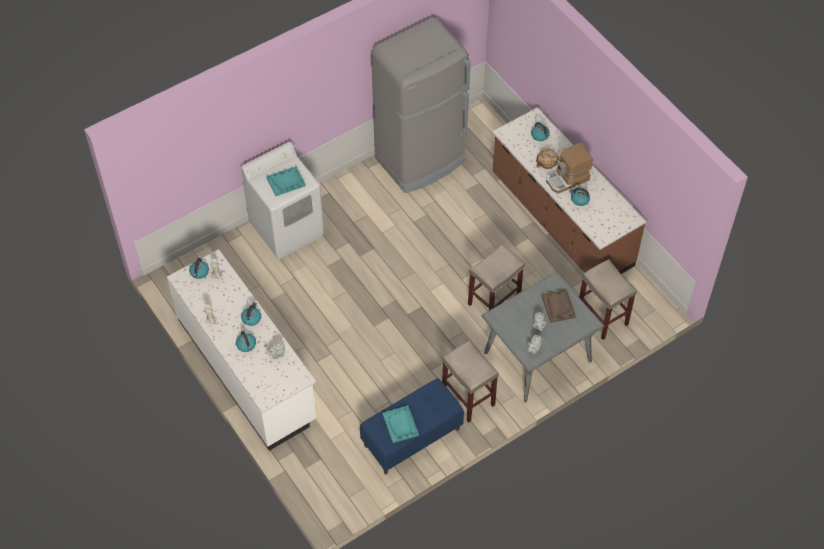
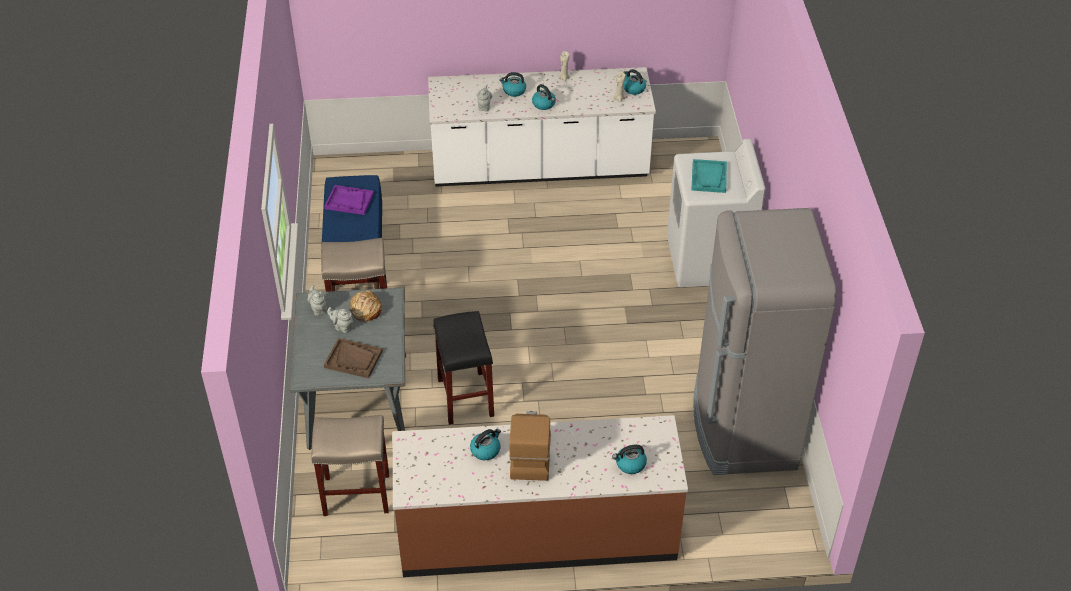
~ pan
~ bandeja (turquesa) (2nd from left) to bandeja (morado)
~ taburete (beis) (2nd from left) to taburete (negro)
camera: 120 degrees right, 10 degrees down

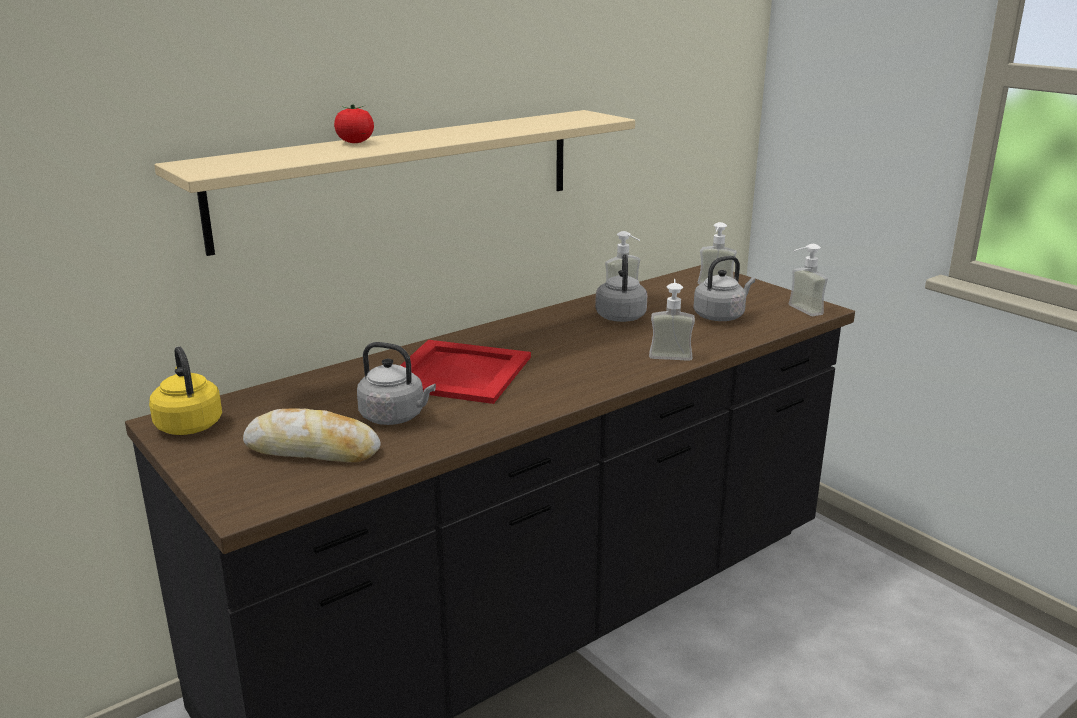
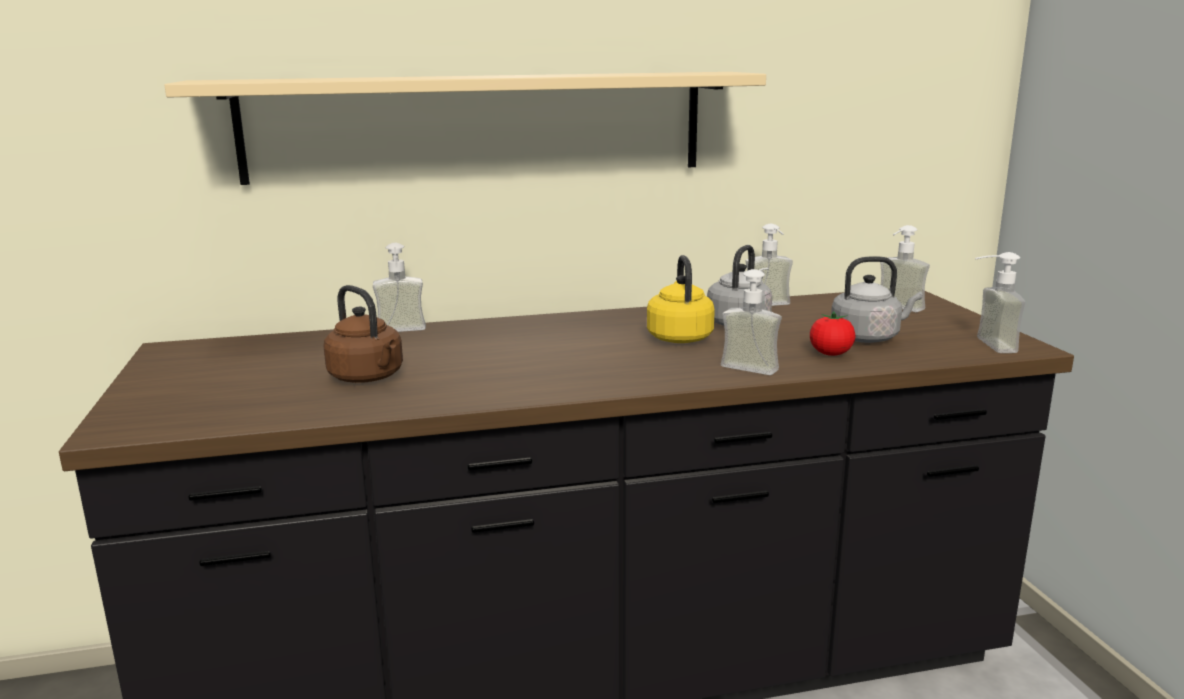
- pan
- bandeja (rojo)
+ dispensador de jabón (1st from left)
~ hervidor (amarillo)
~ tomate
~ hervidor (gris) (1st from left) to hervidor (marrón)
camera: 25 degrees right, 5 degrees down

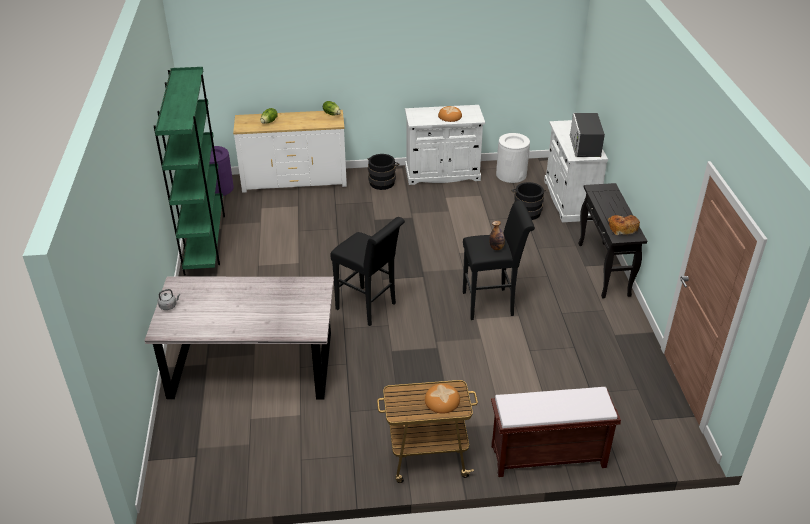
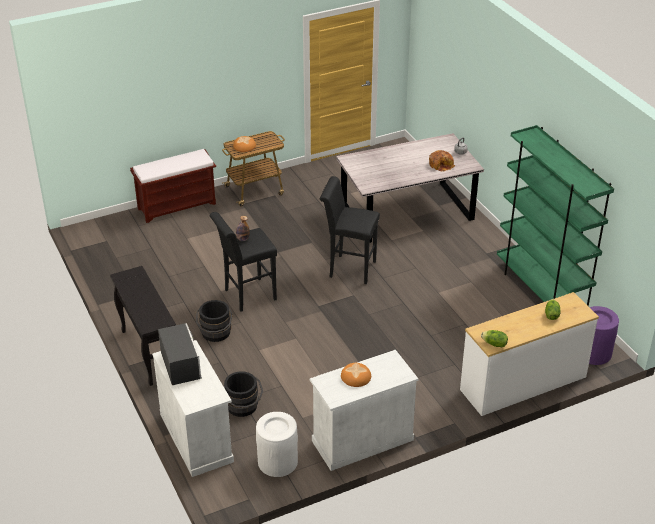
~ cubo (negro) (1st from left)
~ pan (3rd from left)
camera: 160 degrees right, 0 degrees up

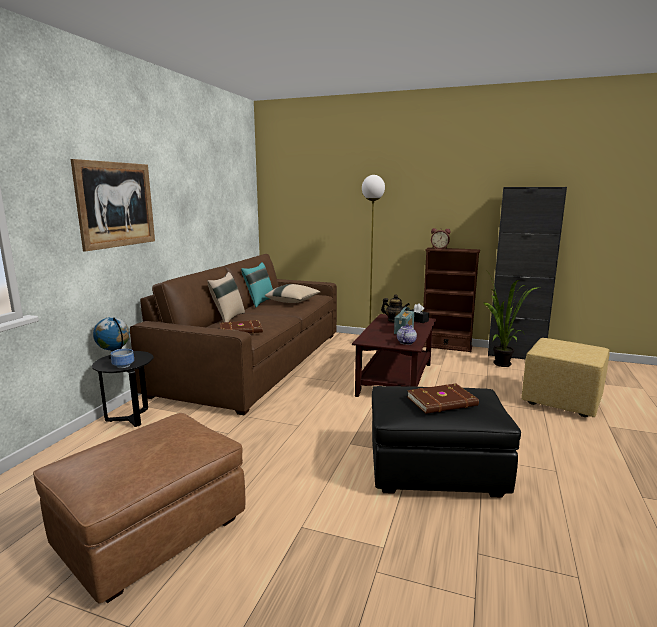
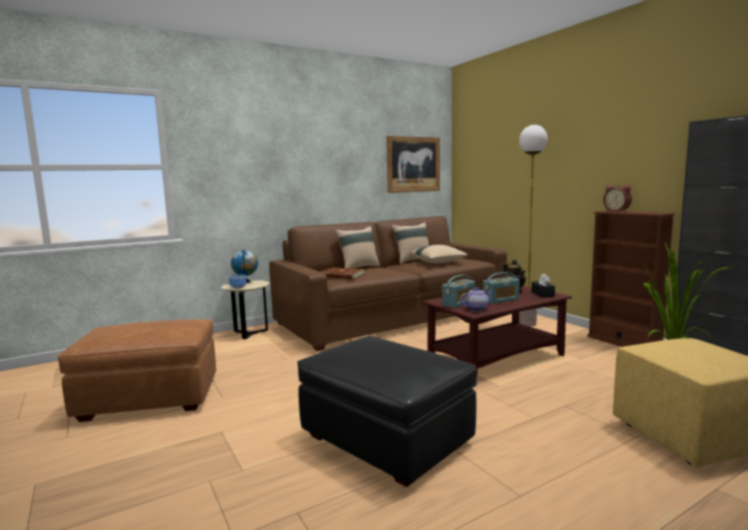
- libro (marrón) (2nd from left)
+ radio (1st from left)
~ cuadro
~ mesa auxiliar (negro) to mesa auxiliar (beis)
~ cojín (turquesa) to cojín (beis) (2nd from left)
camera: 40 degrees right, 5 degrees down

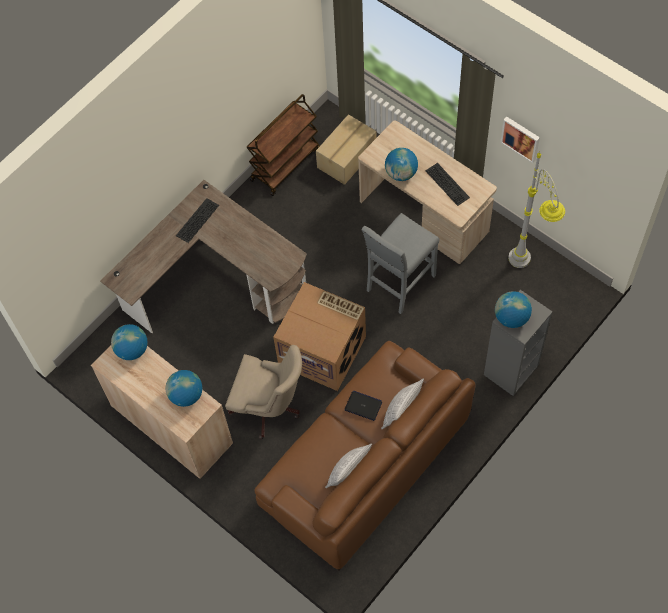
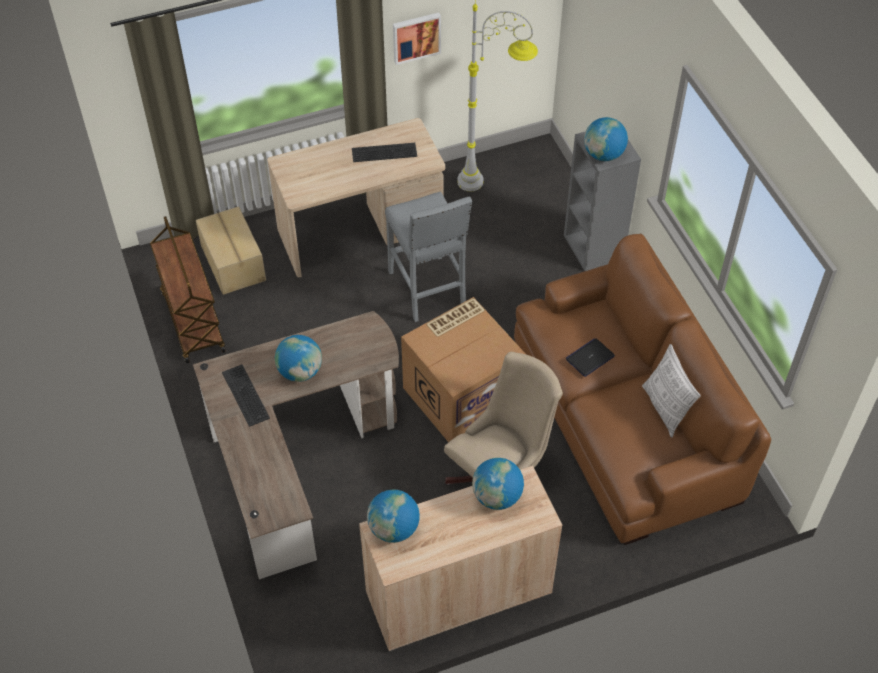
- cojín (2nd from left)
~ globo terráqueo (3rd from left in the first image) to globo terráqueo (1st from left)
camera: 65 degrees left, 10 degrees down

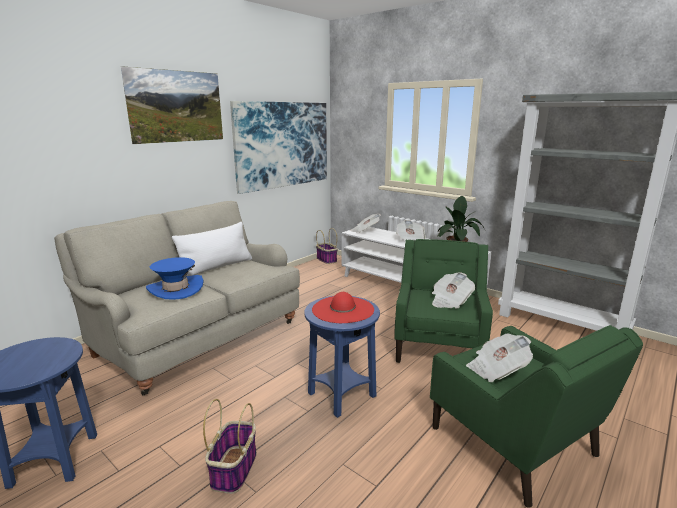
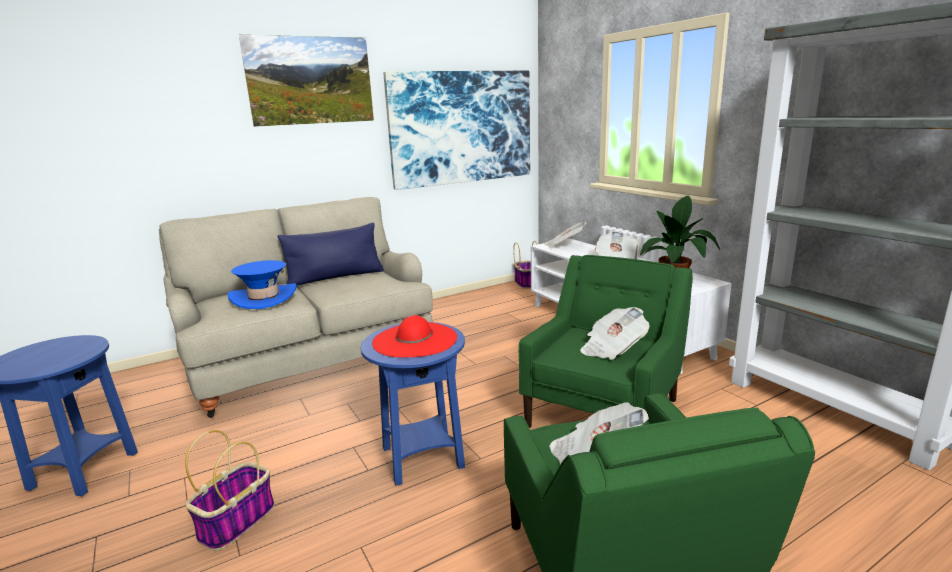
~ cojín (blanco) to cojín (azul)
camera: 20 degrees right, 0 degrees up

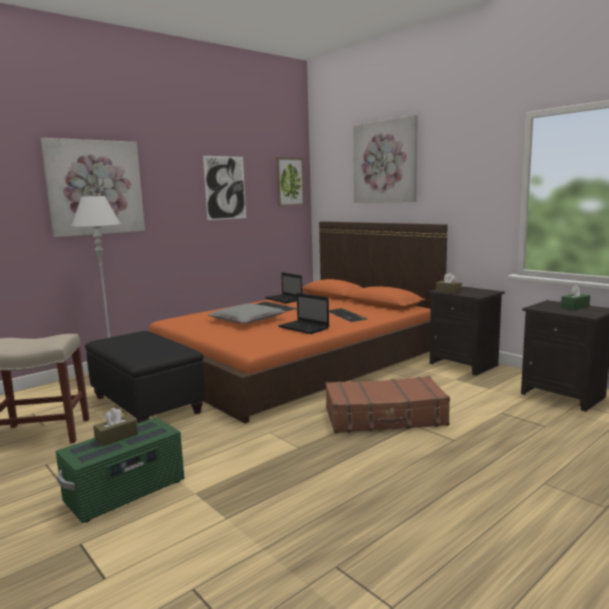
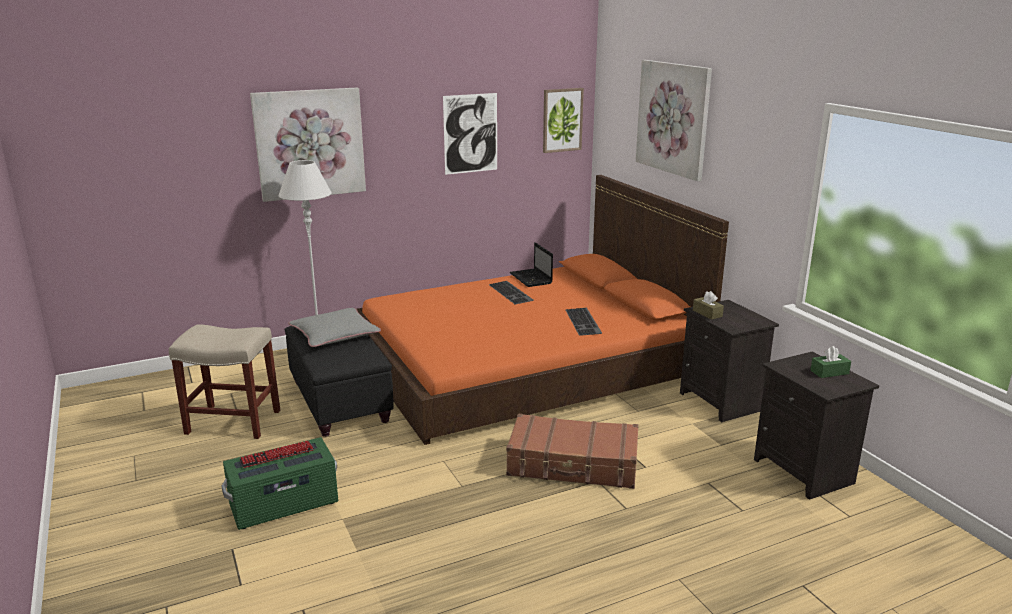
- portátil (2nd from left)
~ cojín (gris)
~ caja de pañuelos (marrón) (1st from left) to teclado (1st from left)
camera: 15 degrees right, 10 degrees up

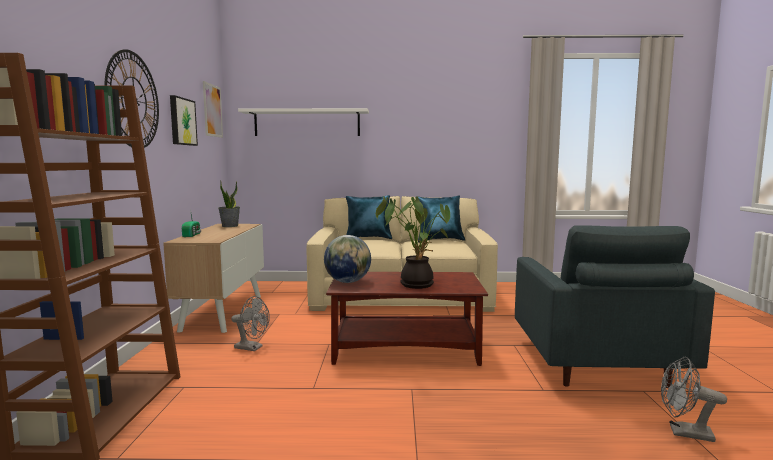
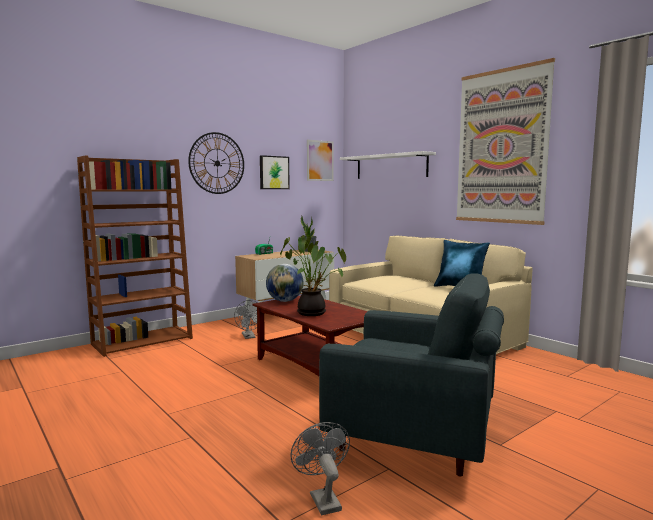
- cojín (azul) (1st from left)
+ cuadro (3rd from left)
~ sillón (gris) 120 degrees counterclockwise
camera: 50 degrees right, 0 degrees up

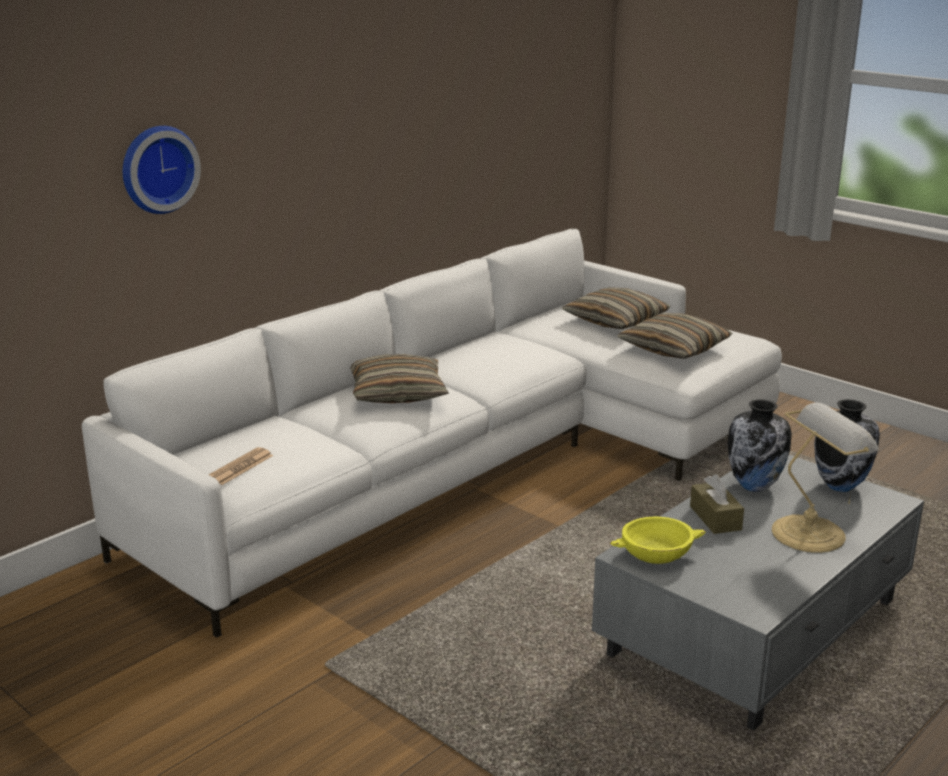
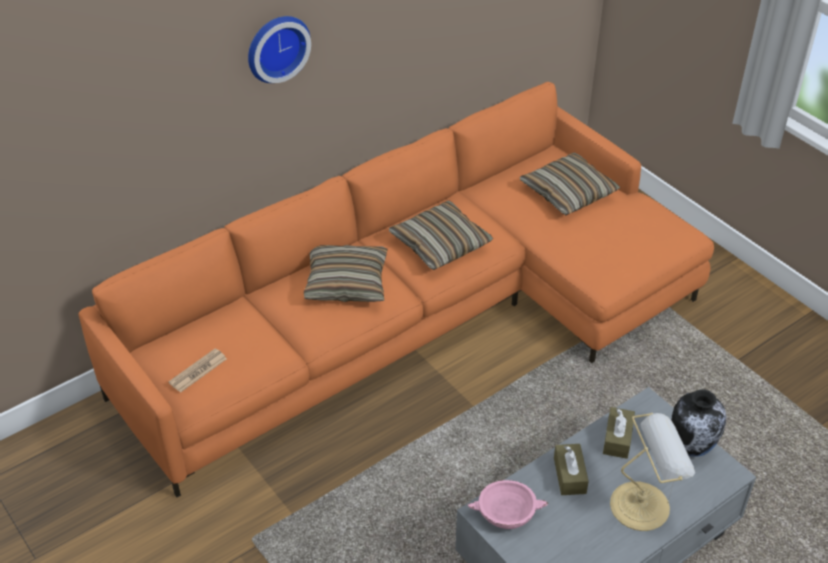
~ reloj de pared
~ cojín (3rd from left in the first image) to cojín (2nd from left)
~ florero (1st from left) to caja de pañuelos (marrón) (2nd from left)
~ sofá (blanco) to sofá (naranja)
~ cuenco (amarillo) to cuenco (rosa)
camera: 10 degrees right, 20 degrees up

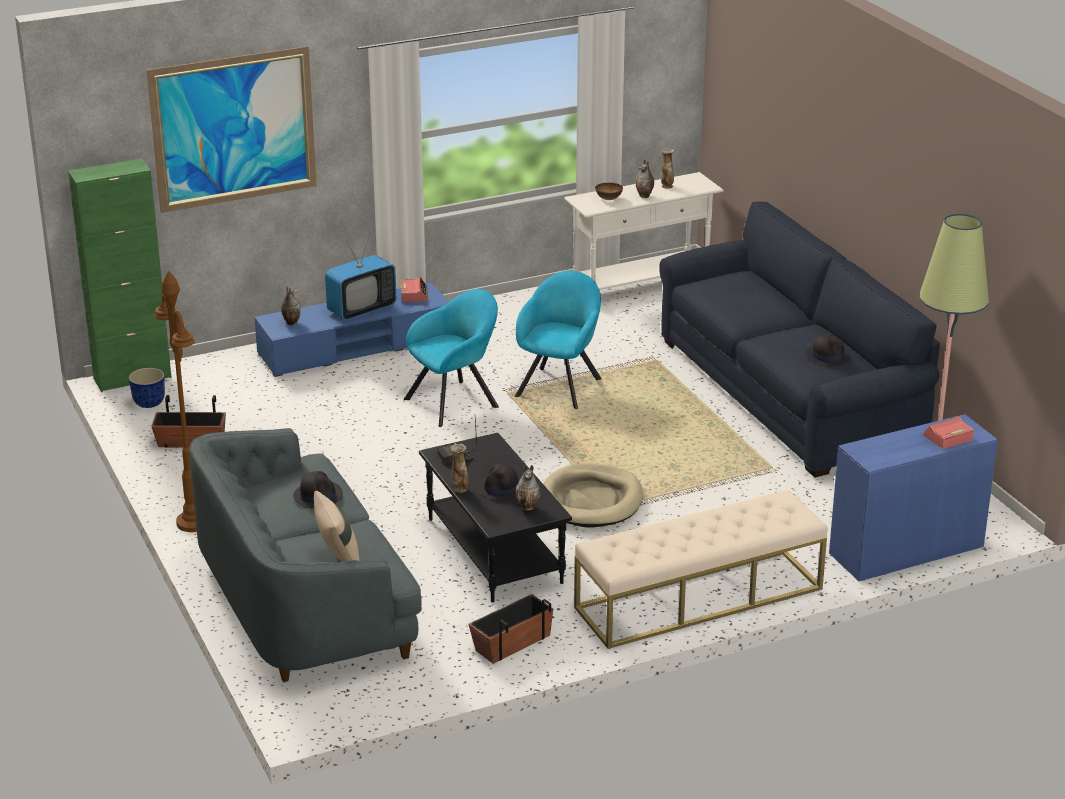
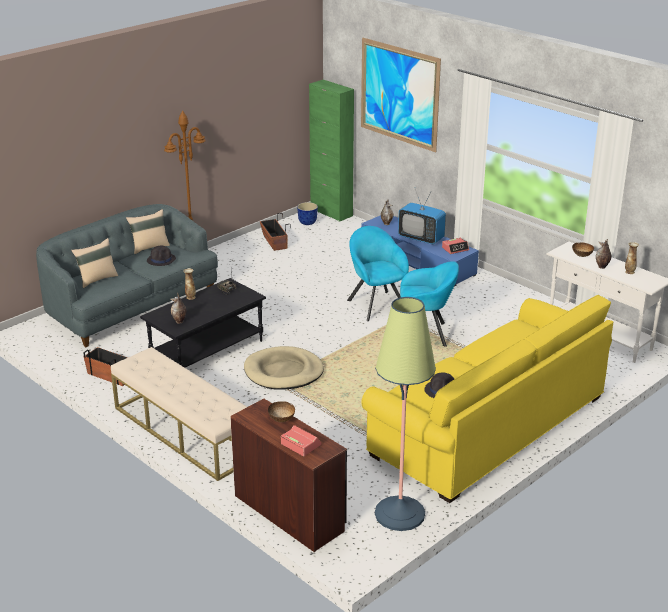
- sombrero (negro) (2nd from left)
+ cojín (beis) (2nd from left)
+ cuenco (1st from left)
~ sofá (azul) to sofá (amarillo)
~ escritorio (azul) to escritorio (marrón)
~ sillón (turquesa) (1st from left) 150 degrees counterclockwise
camera: 70 degrees right, 0 degrees up

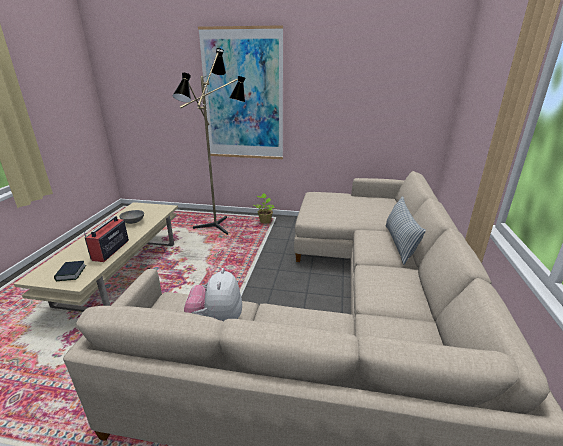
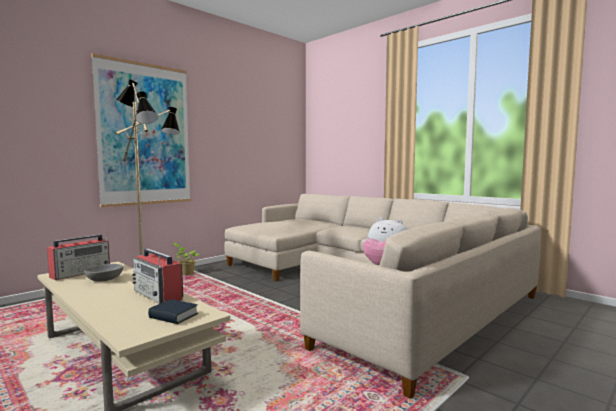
- cojín
+ radio (1st from left)
camera: 55 degrees left, 20 degrees down

